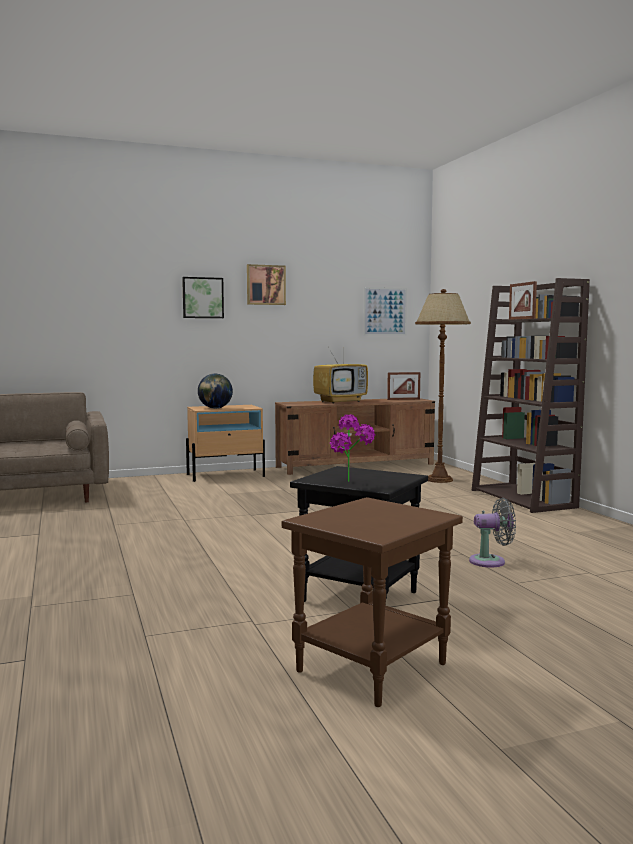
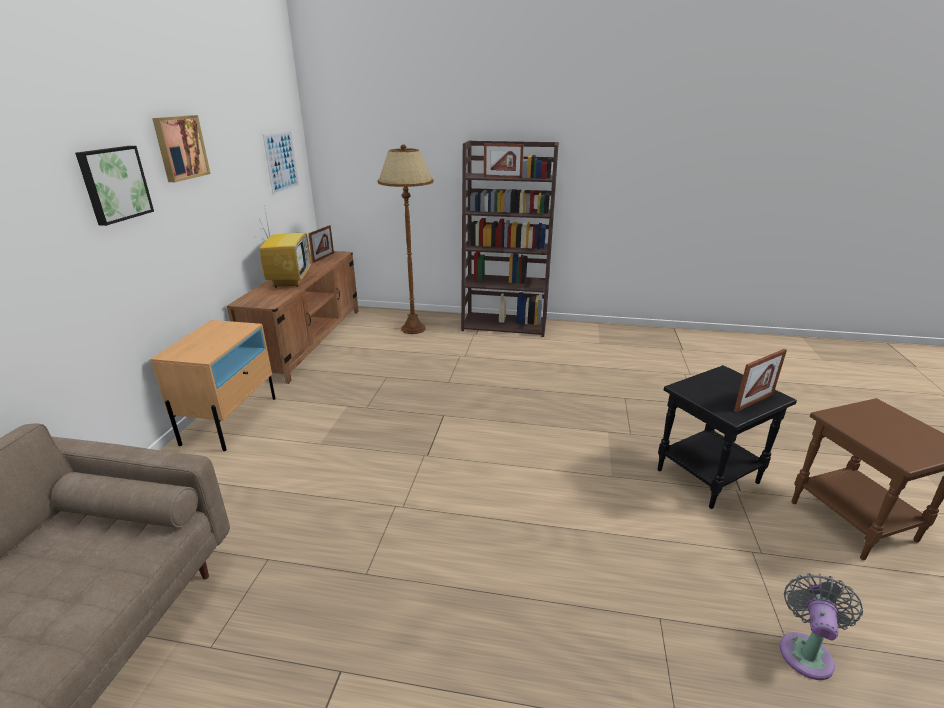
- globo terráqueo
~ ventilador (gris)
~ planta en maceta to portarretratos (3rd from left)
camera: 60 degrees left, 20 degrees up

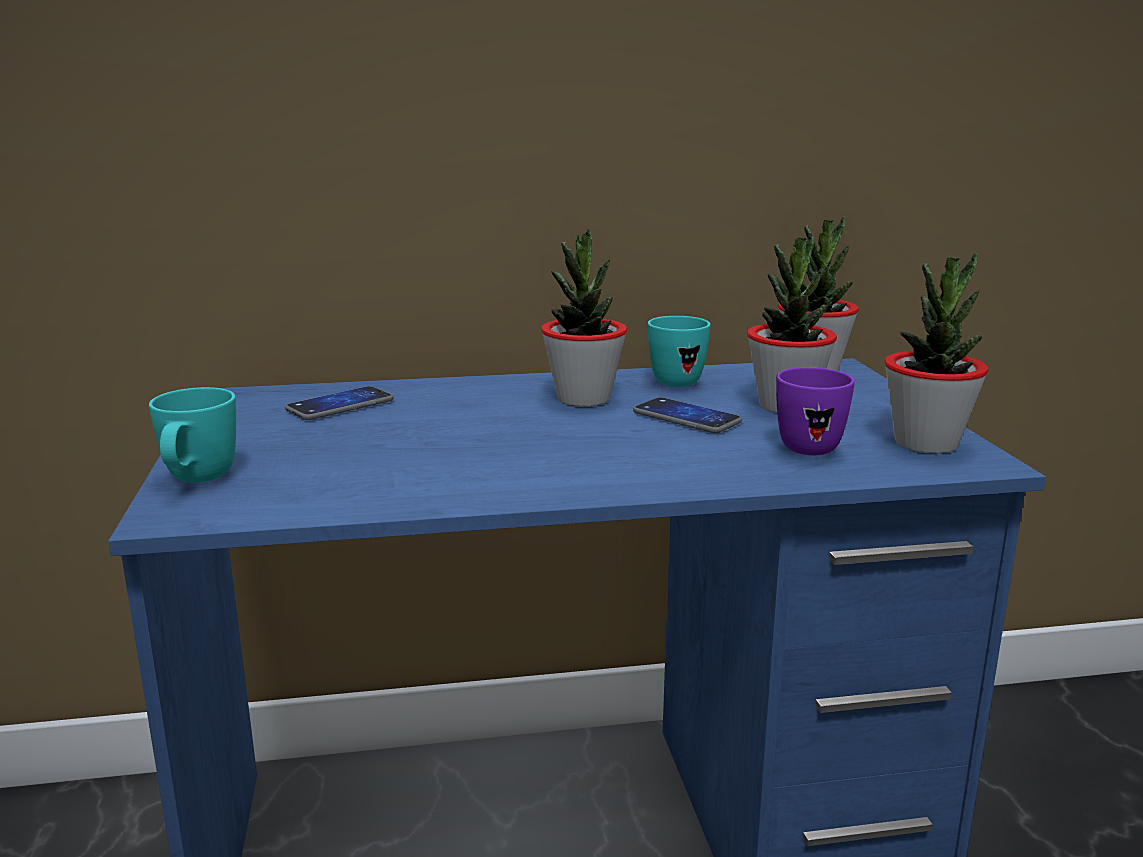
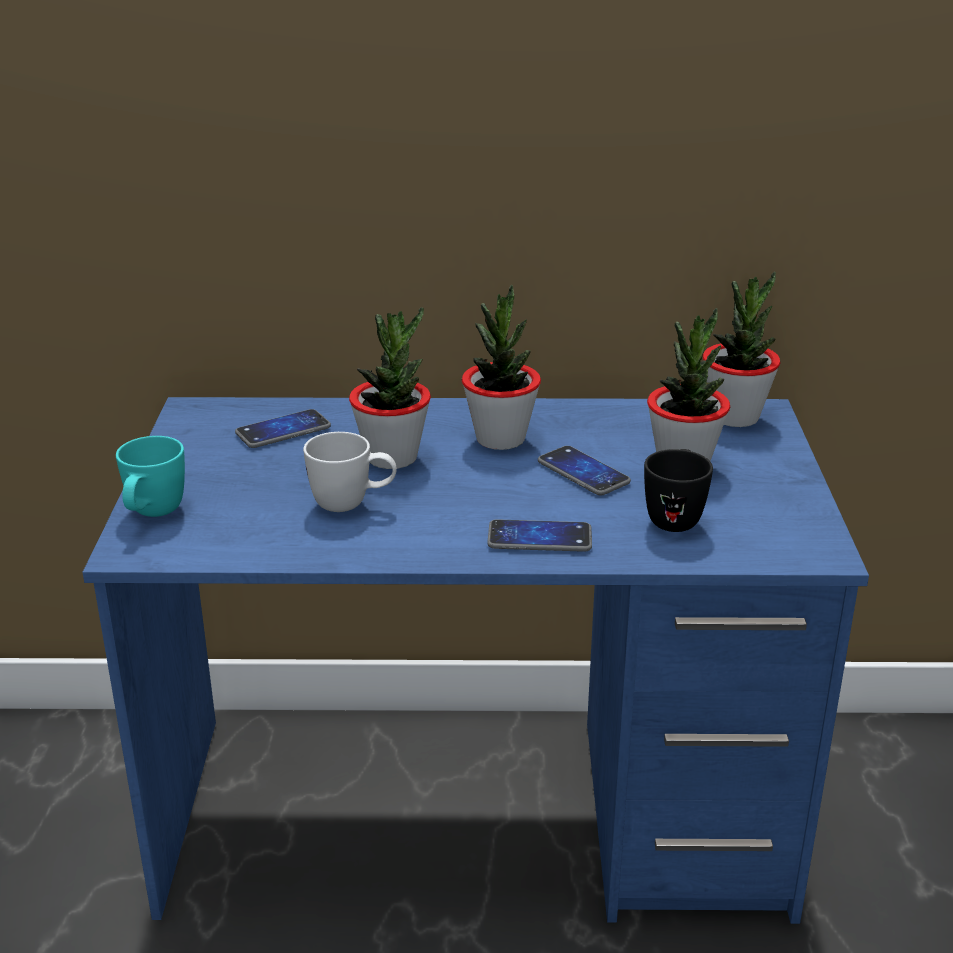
- taza grande (turquesa) (2nd from left)
+ taza grande (blanco)
+ móvil (2nd from left)
~ planta en maceta (4th from left in the first image) to planta en maceta (1st from left)
~ taza grande (morado) to taza grande (negro)
camera: 10 degrees right, 10 degrees up

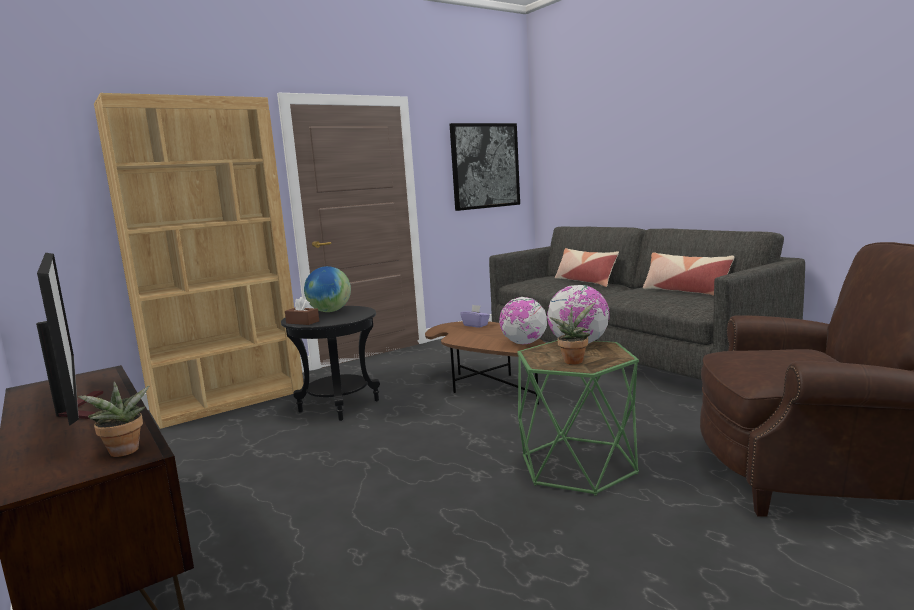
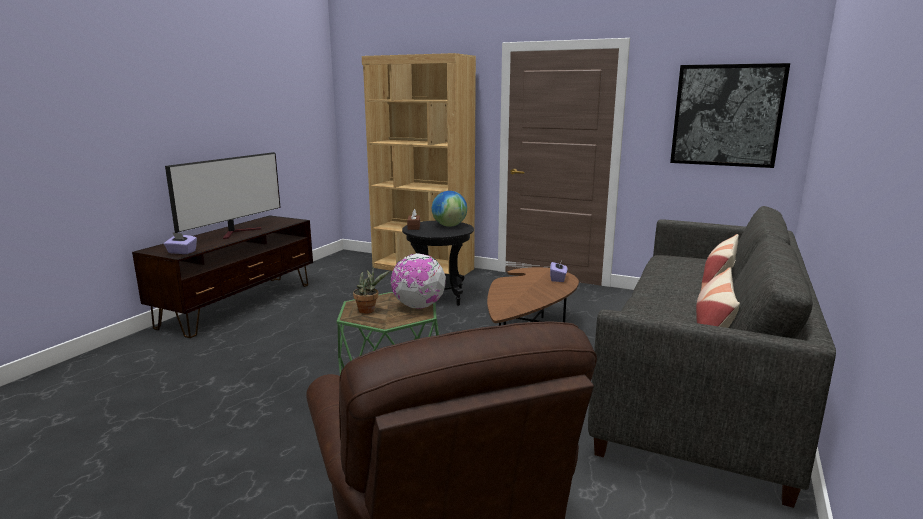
- globo terráqueo (2nd from left)
~ planta en maceta (1st from left) to caja de pañuelos (morado) (1st from left)
camera: 60 degrees right, 5 degrees up

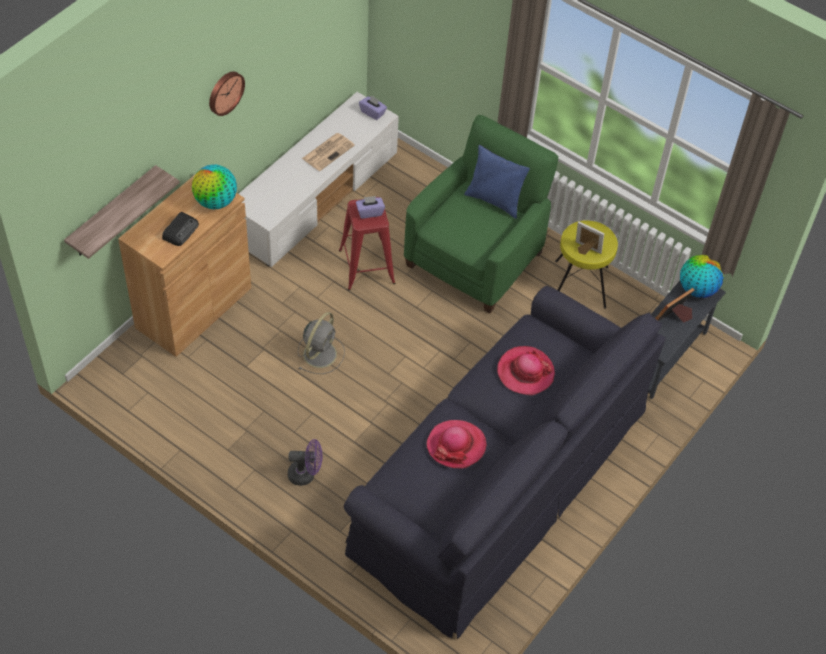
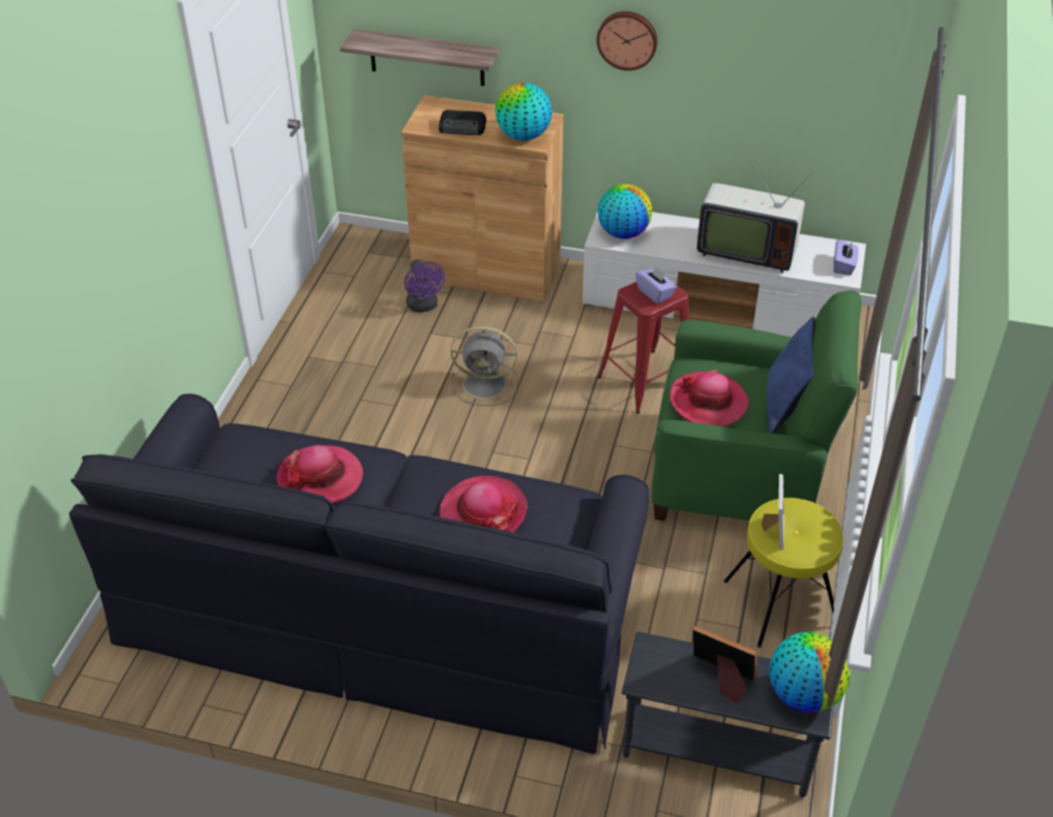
+ globo terráqueo (2nd from left)
+ sombrero (3rd from left)
~ ventilador (morado)
~ periódico to televisor
camera: 70 degrees right, 10 degrees down

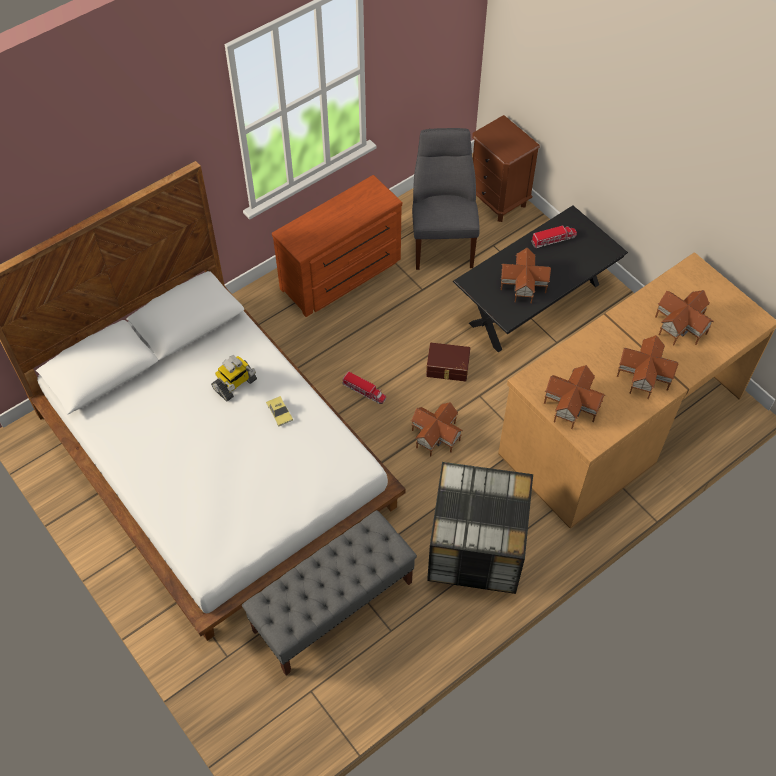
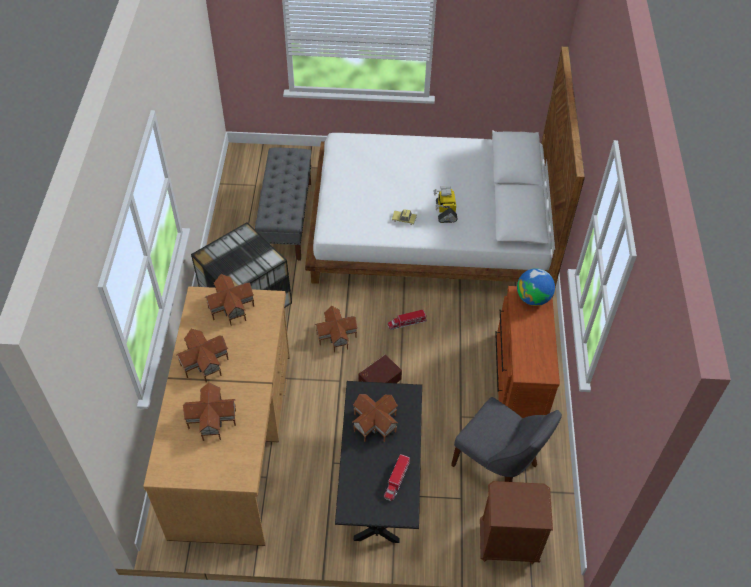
+ globo terráqueo
camera: 130 degrees right, 5 degrees down

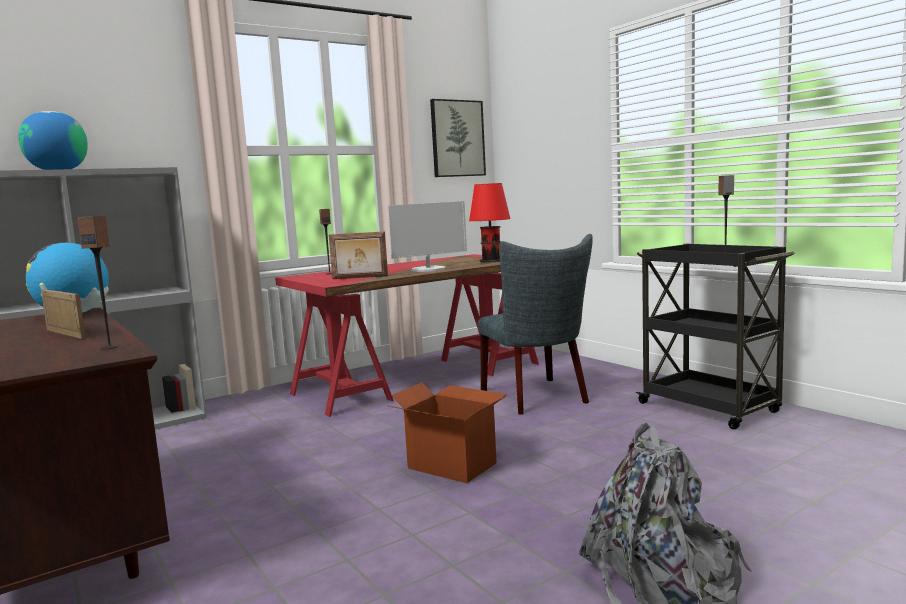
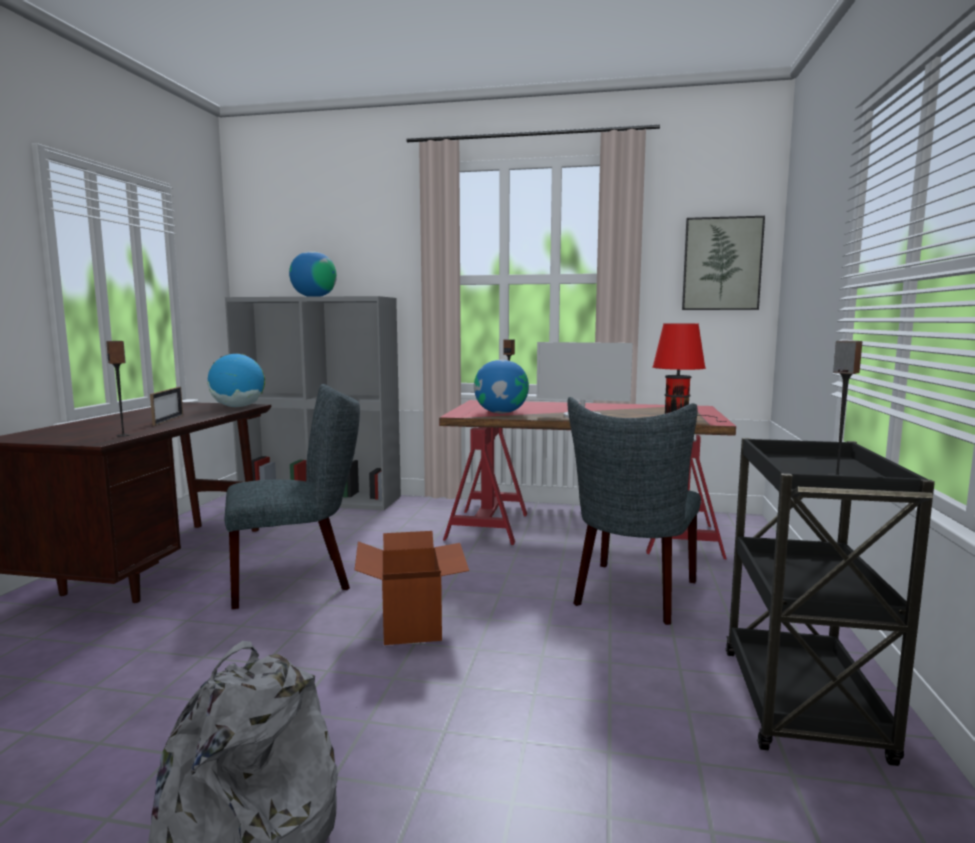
+ silla (gris) (1st from left)
~ portarretratos (2nd from left) to globo terráqueo (3rd from left)
camera: 45 degrees right, 0 degrees up

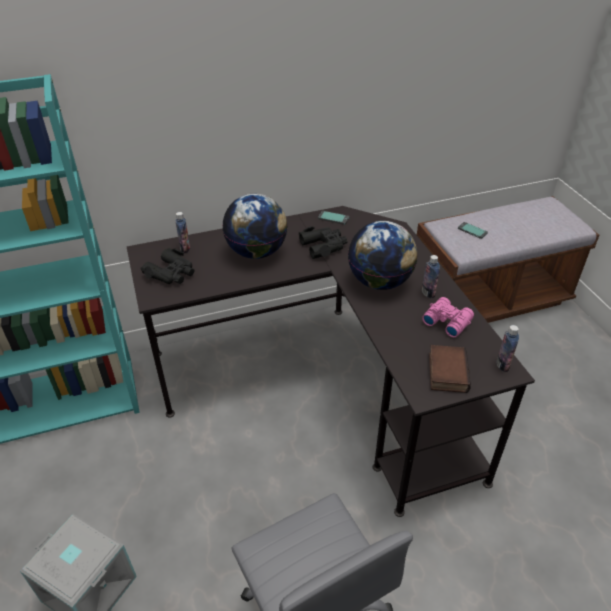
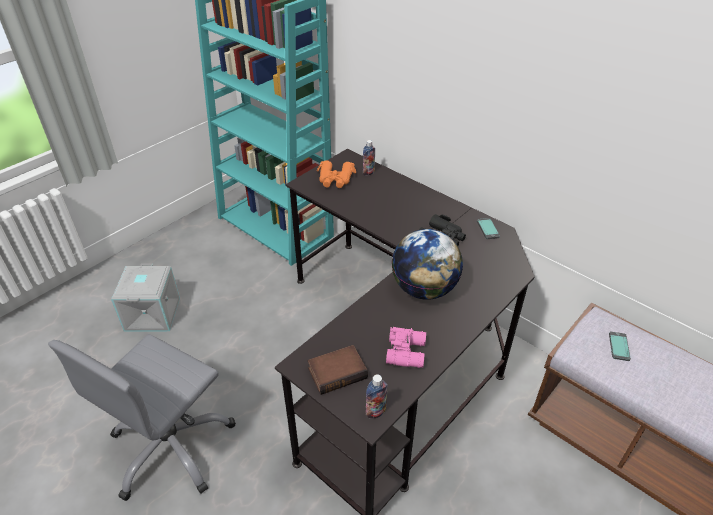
- globo terráqueo (1st from left)
- botella (2nd from left)
~ prismáticos (negro) (1st from left) to prismáticos (naranja)
camera: 60 degrees right, 0 degrees up

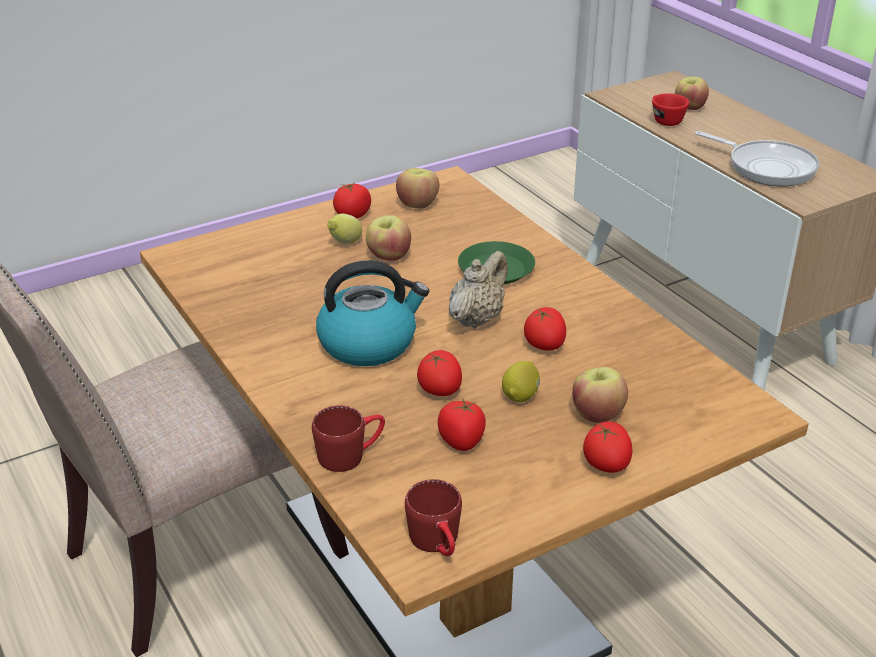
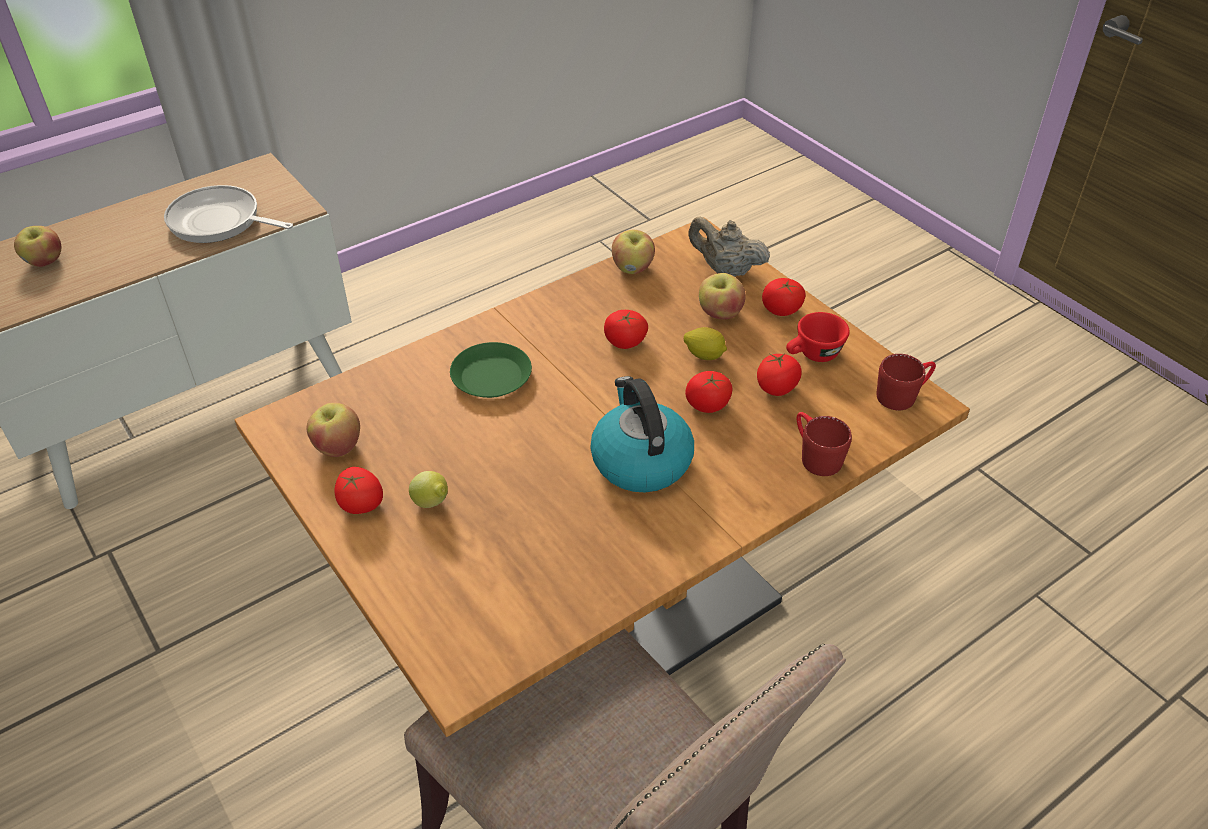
~ manzana (1st from left in the first image) to manzana (3rd from left)
~ tetera (beis)
~ taza (rojo)
~ sartén 105 degrees counterclockwise
camera: 95 degrees left, 10 degrees up

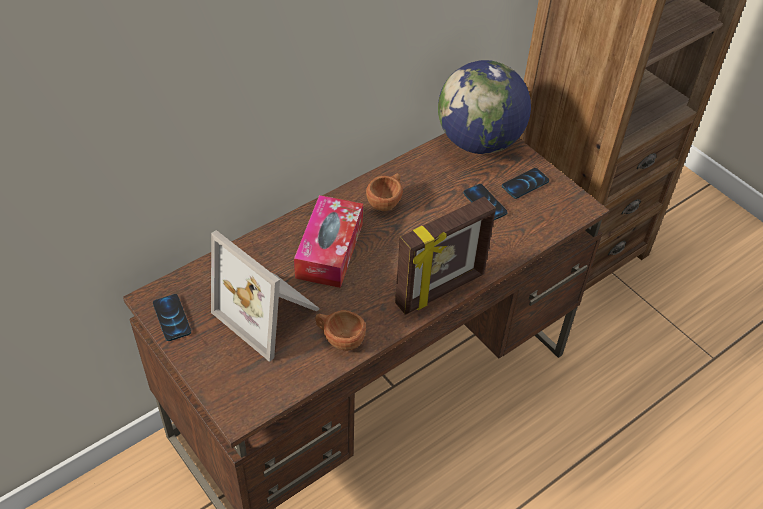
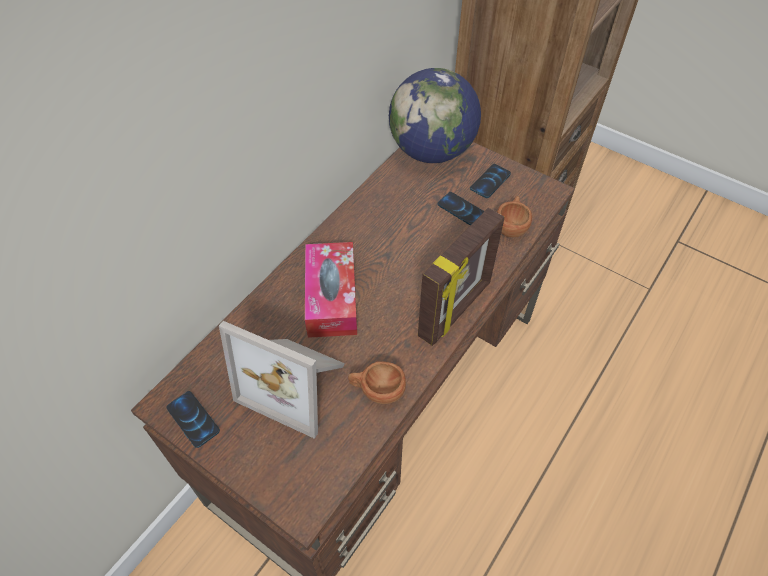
~ taza (marrón) (2nd from left)
camera: 15 degrees left, 5 degrees up

